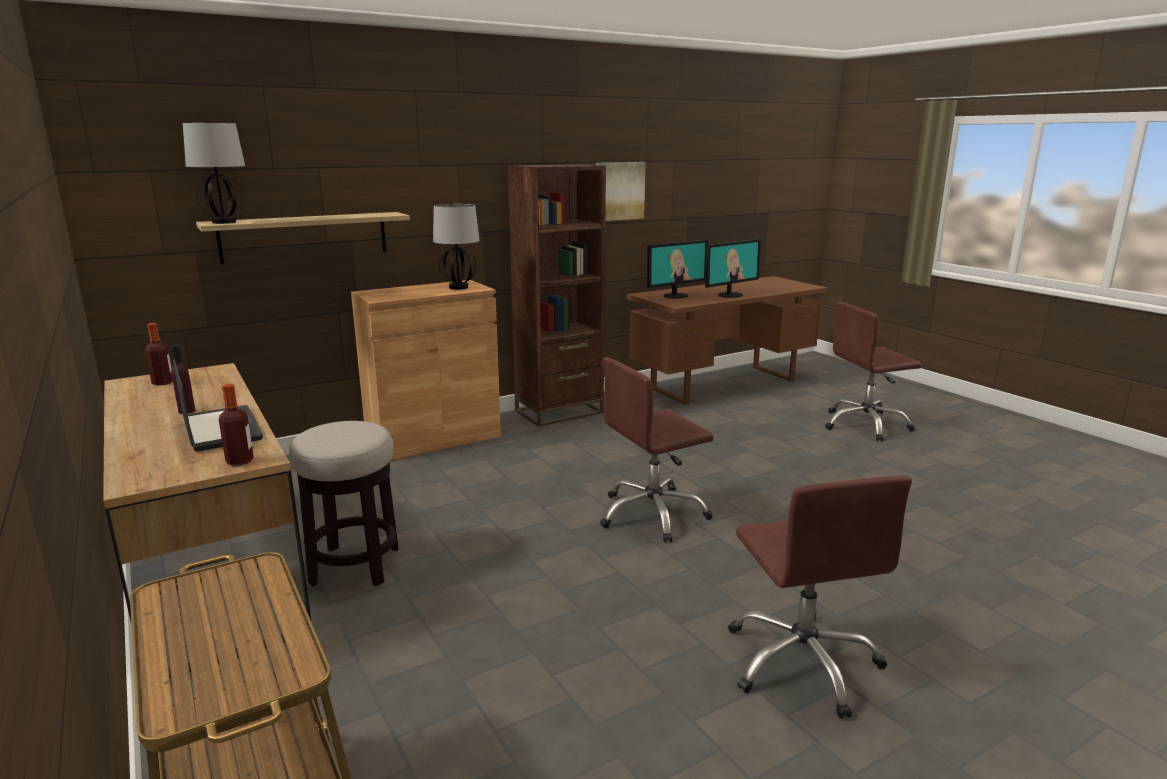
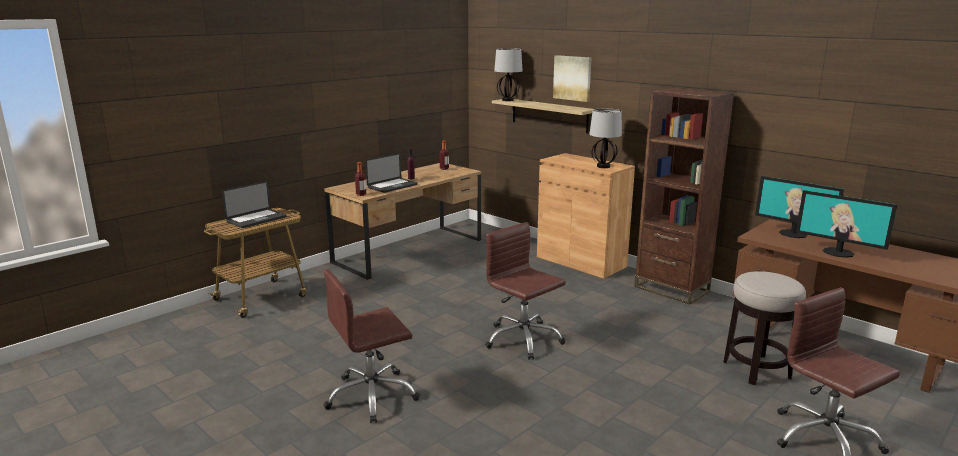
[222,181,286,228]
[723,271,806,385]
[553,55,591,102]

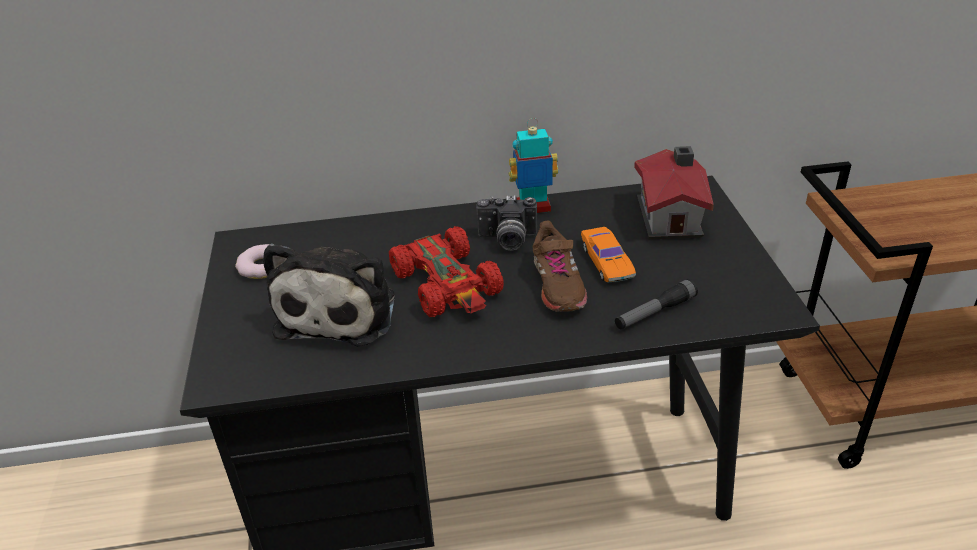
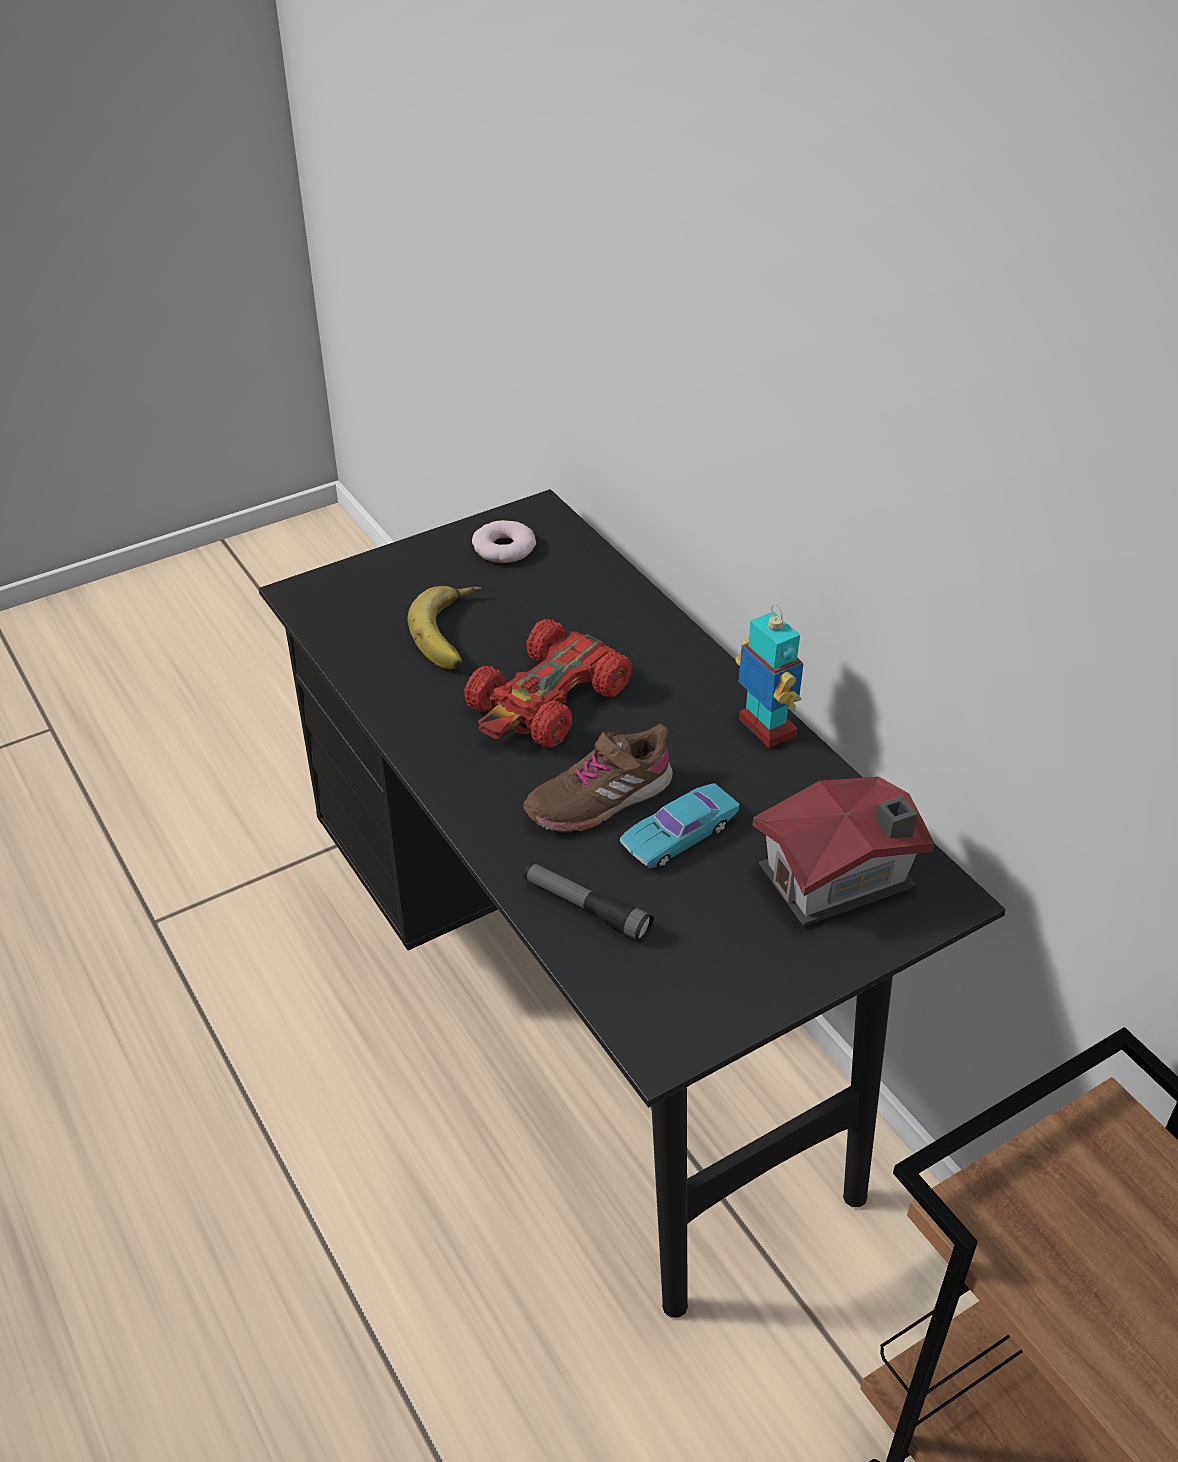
[476,195,537,251] (first image)
[408,586,482,669]
[620,783,740,868]

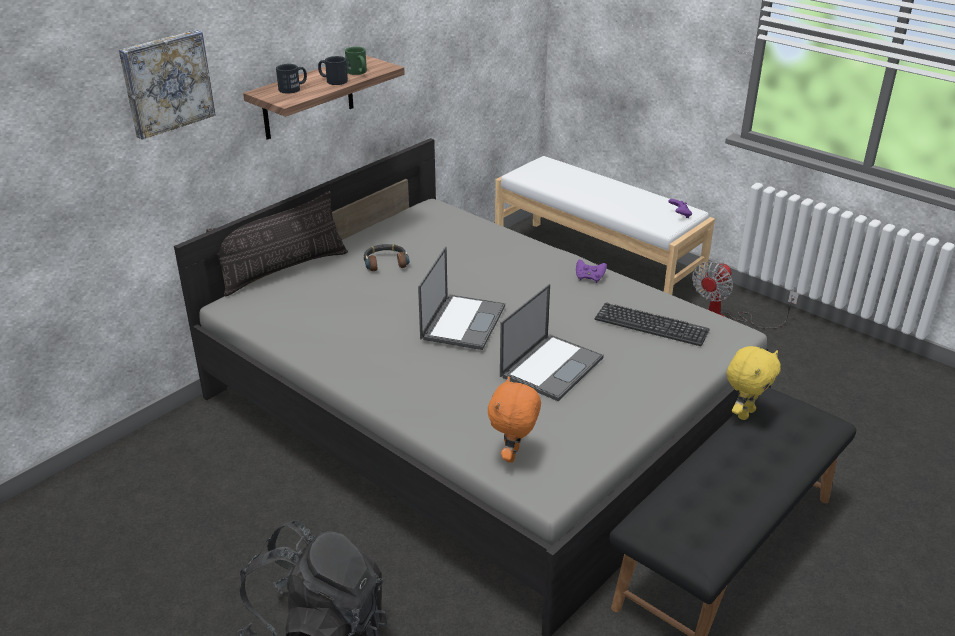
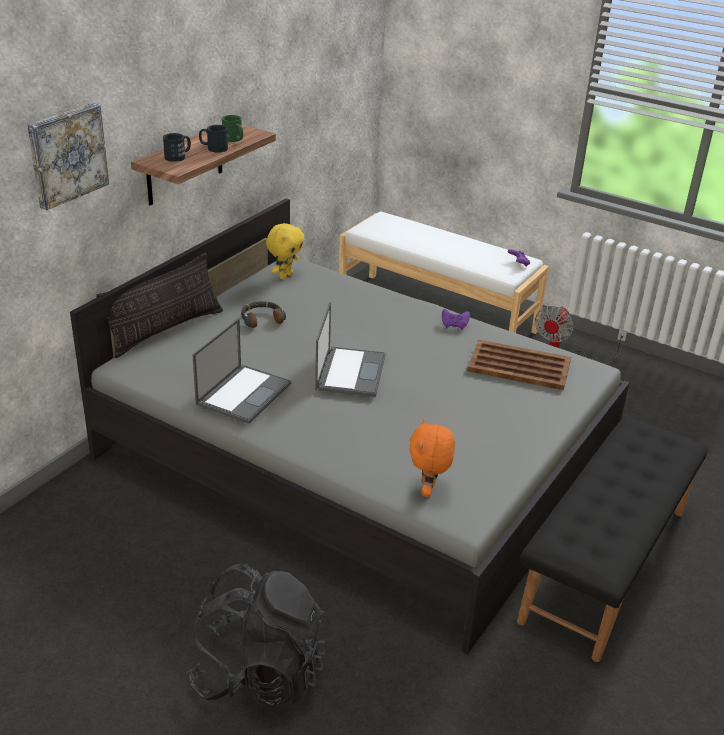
[192,318,291,424]
[266,223,305,280]
[467,340,571,390]

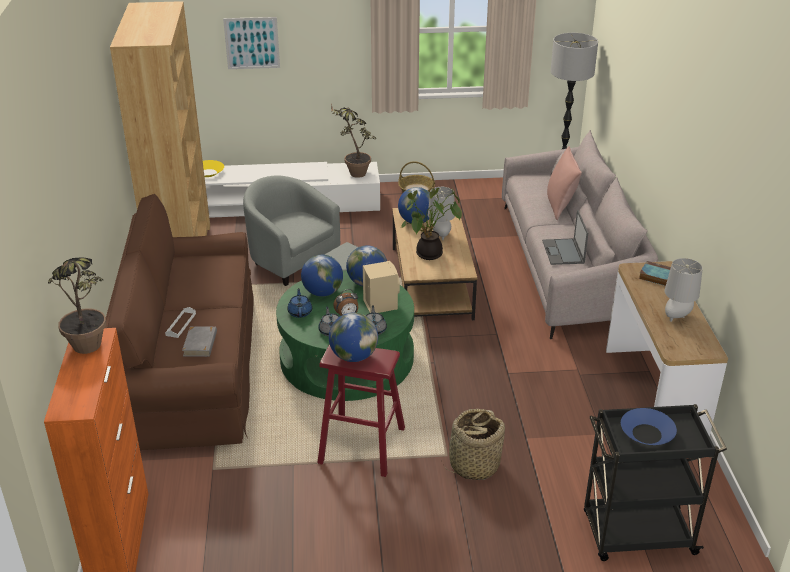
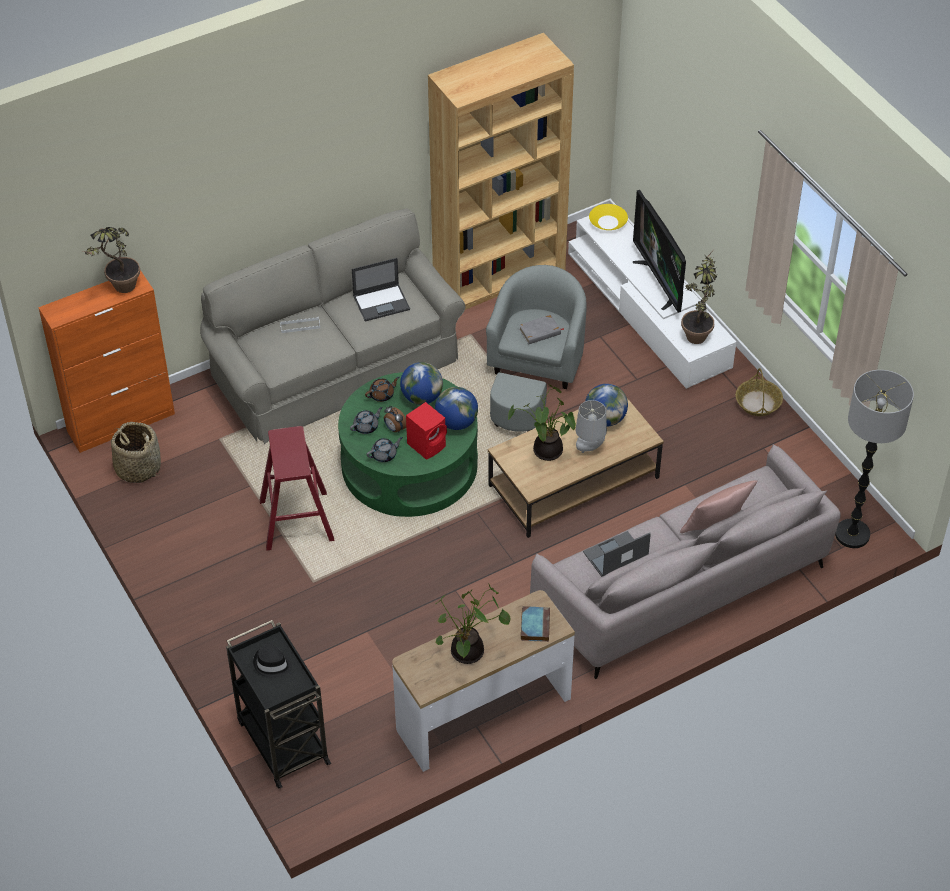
[223,17,280,69] (first image)
[329,313,378,362] (first image)
[352,258,410,321]
[633,190,686,312]
[519,315,564,345]
[110,422,161,483]
[253,644,292,678]
[435,583,511,664]
[200,208,465,444]
[365,377,399,402]
[406,402,447,460]

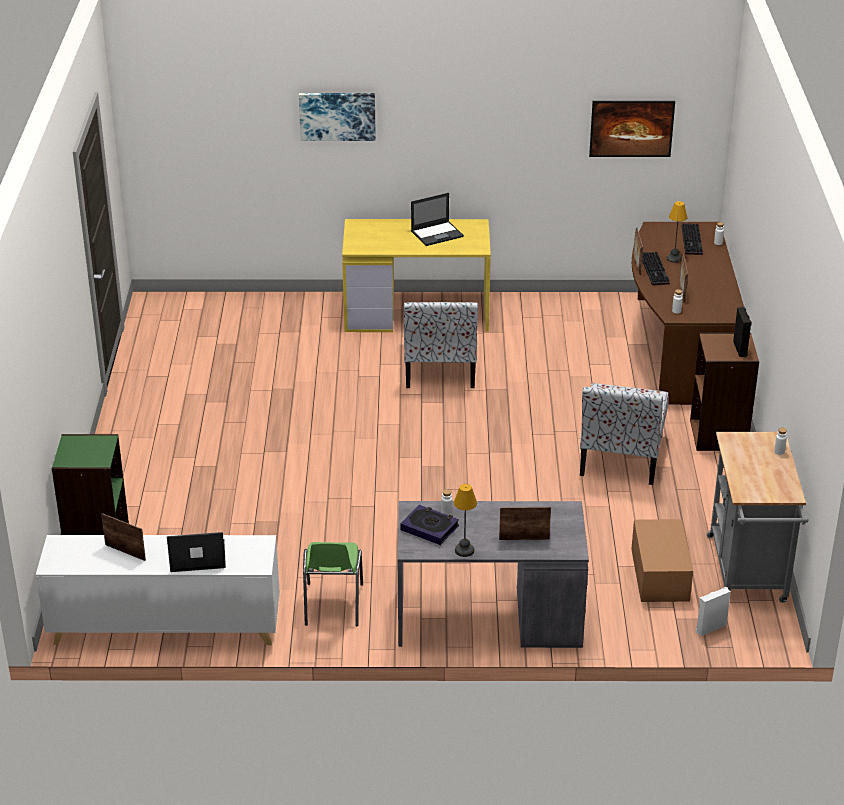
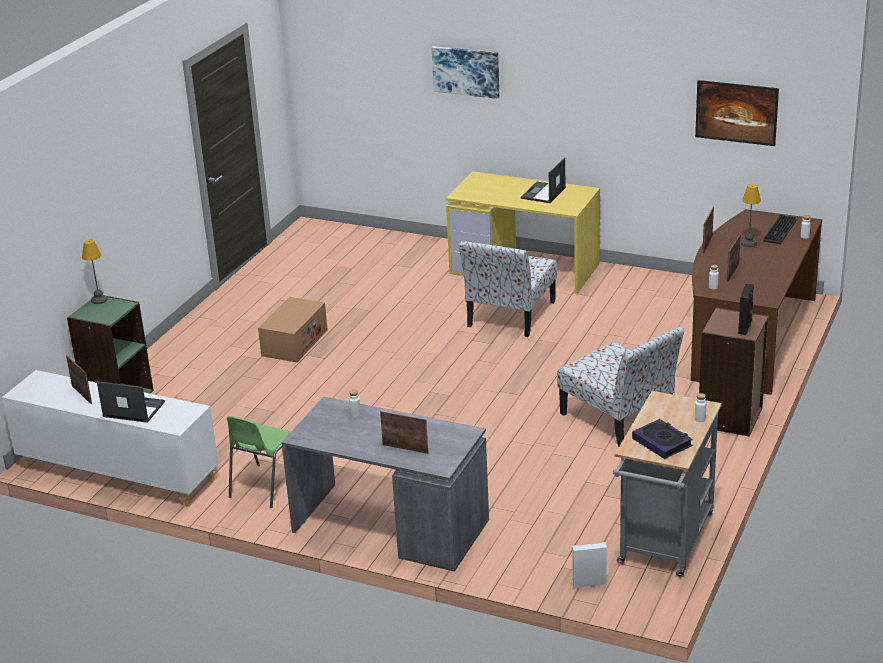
[642,252,670,285] (first image)
[632,419,693,459]
[82,240,108,304]
[258,297,328,362]
[521,157,566,203]
[557,327,684,446]

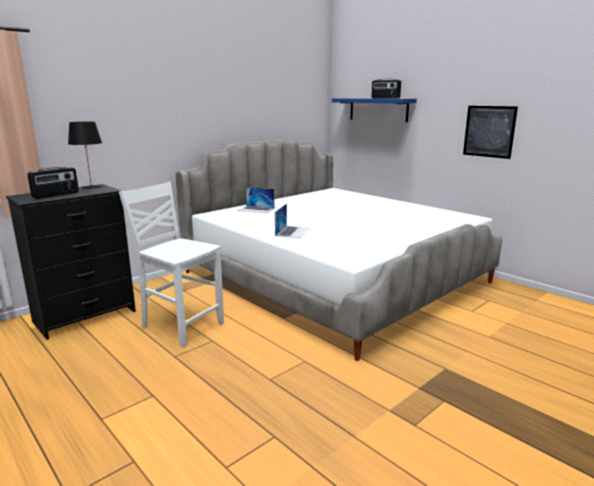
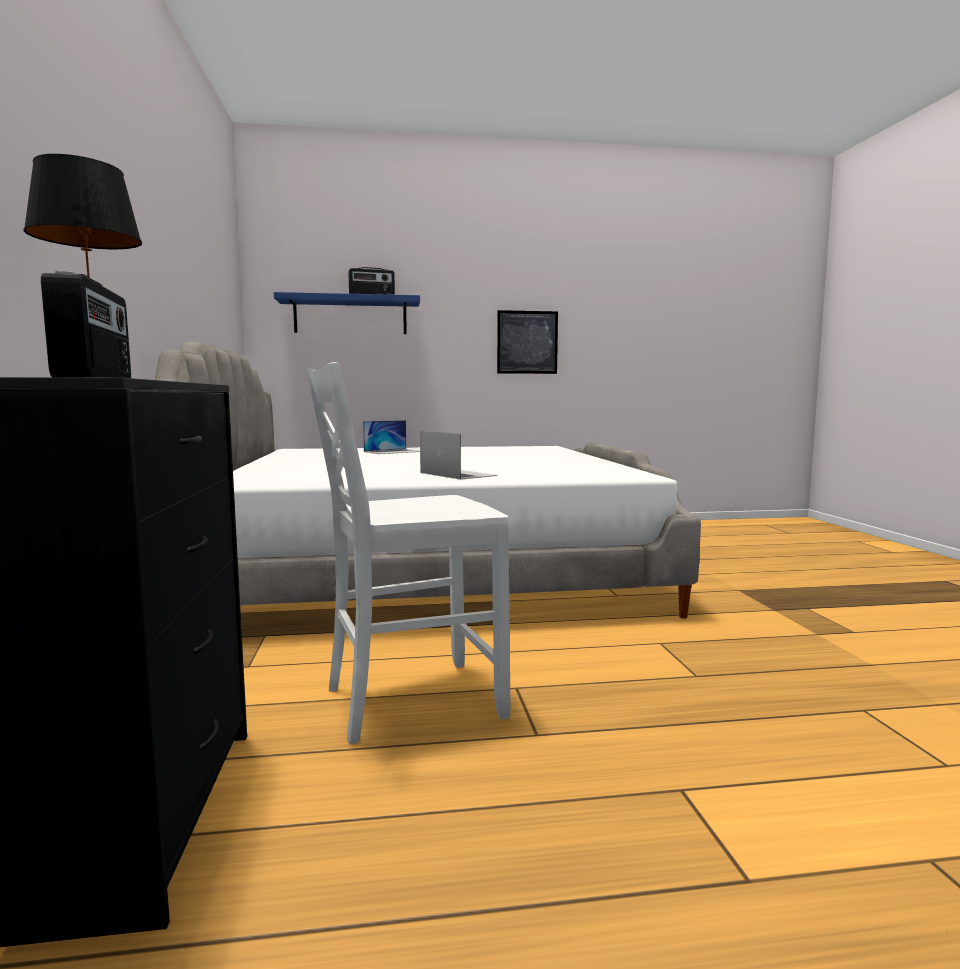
[363,420,420,454]

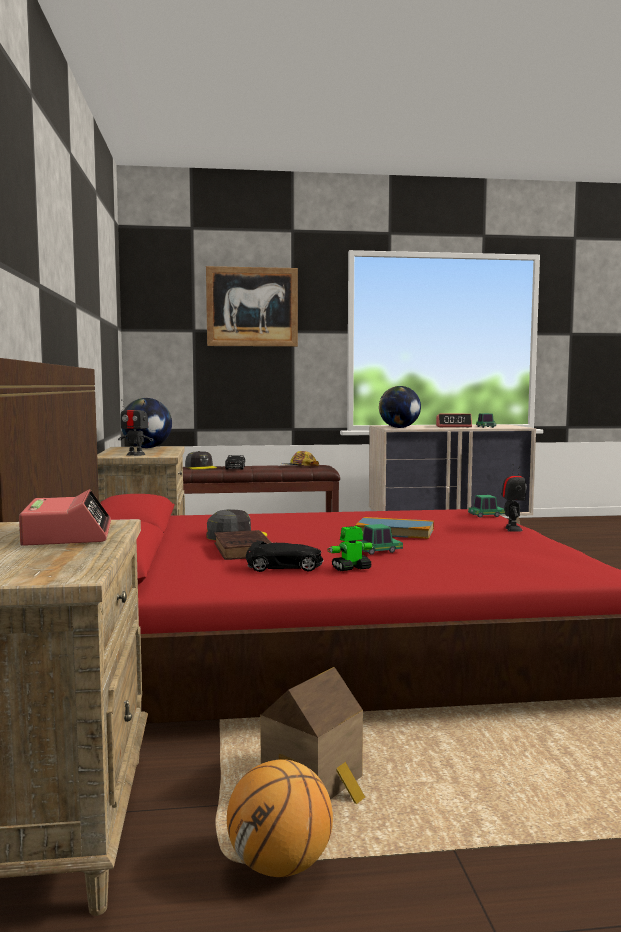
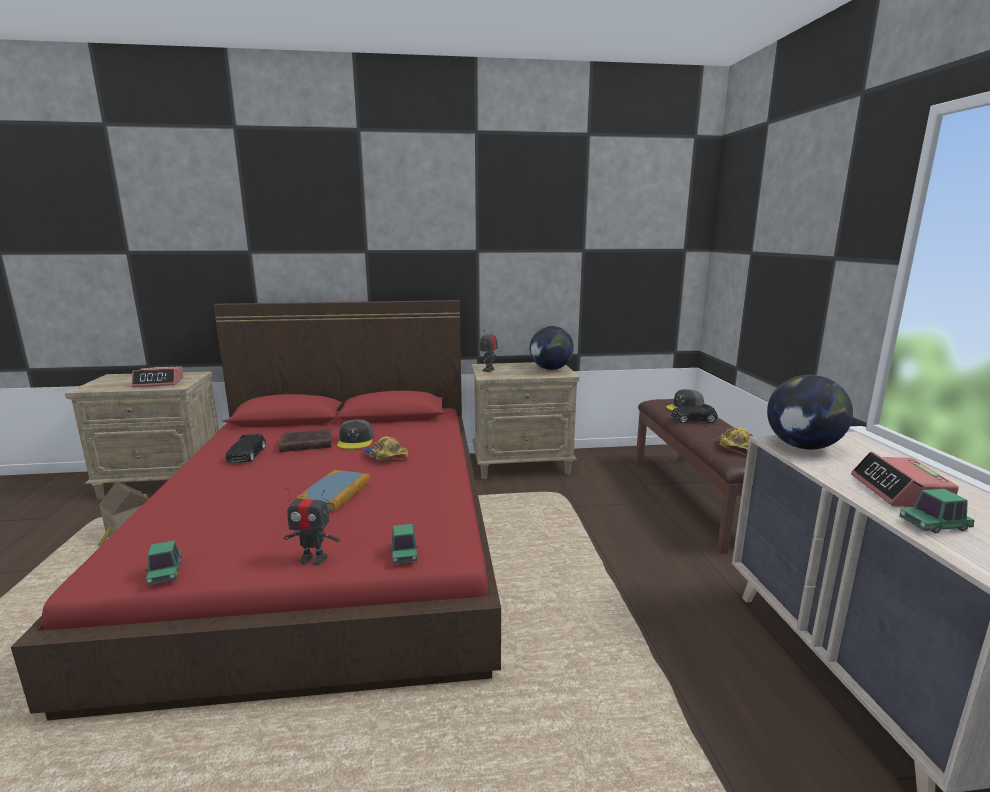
[206,266,298,347] (first image)
[227,759,333,877] (first image)
[327,526,374,571] (first image)
[363,436,408,461]
[145,540,182,585]

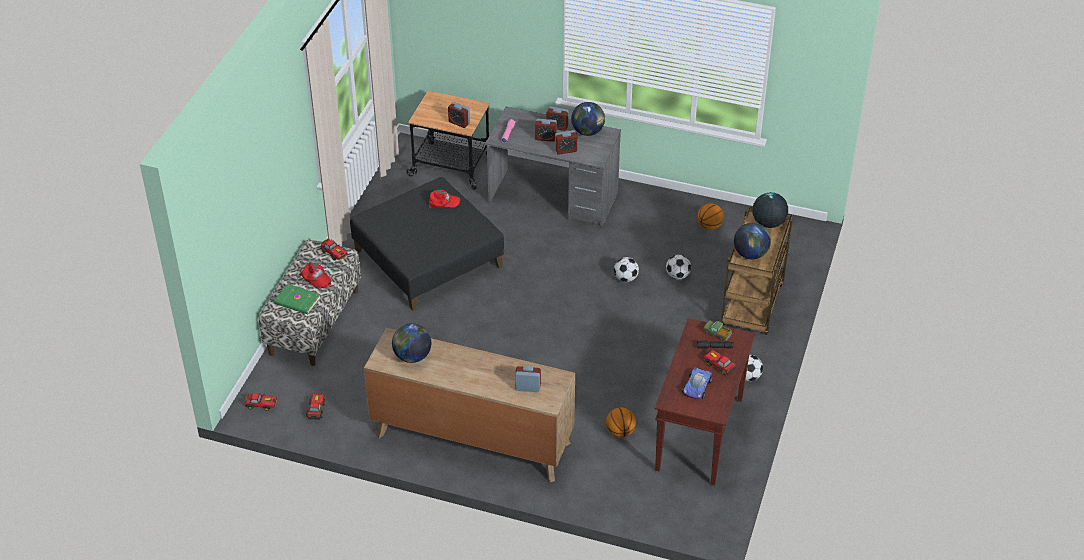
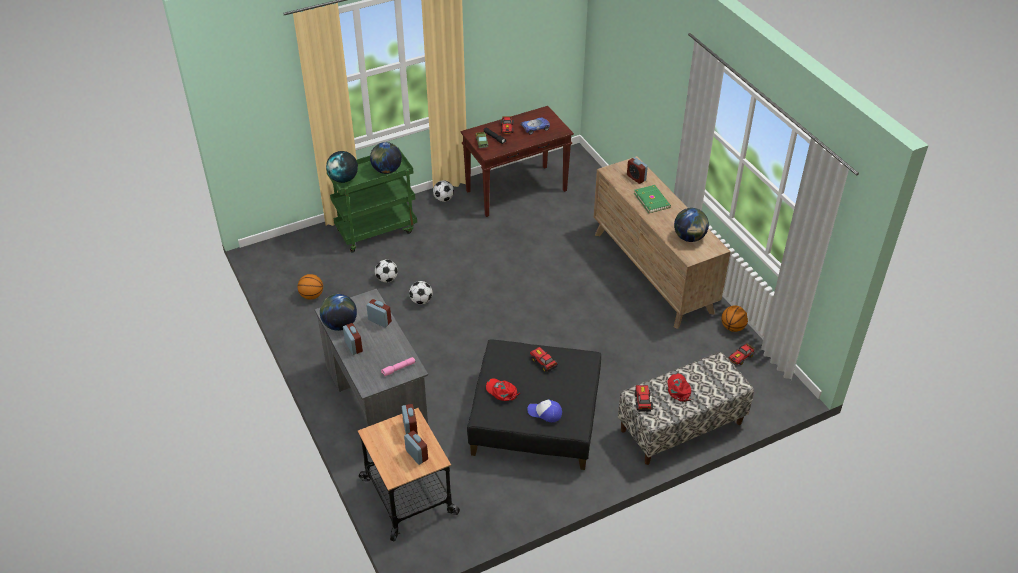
[528,400,562,422]
[530,347,558,372]
[634,185,671,213]
[404,430,428,465]
[721,306,748,332]
[326,148,417,253]

